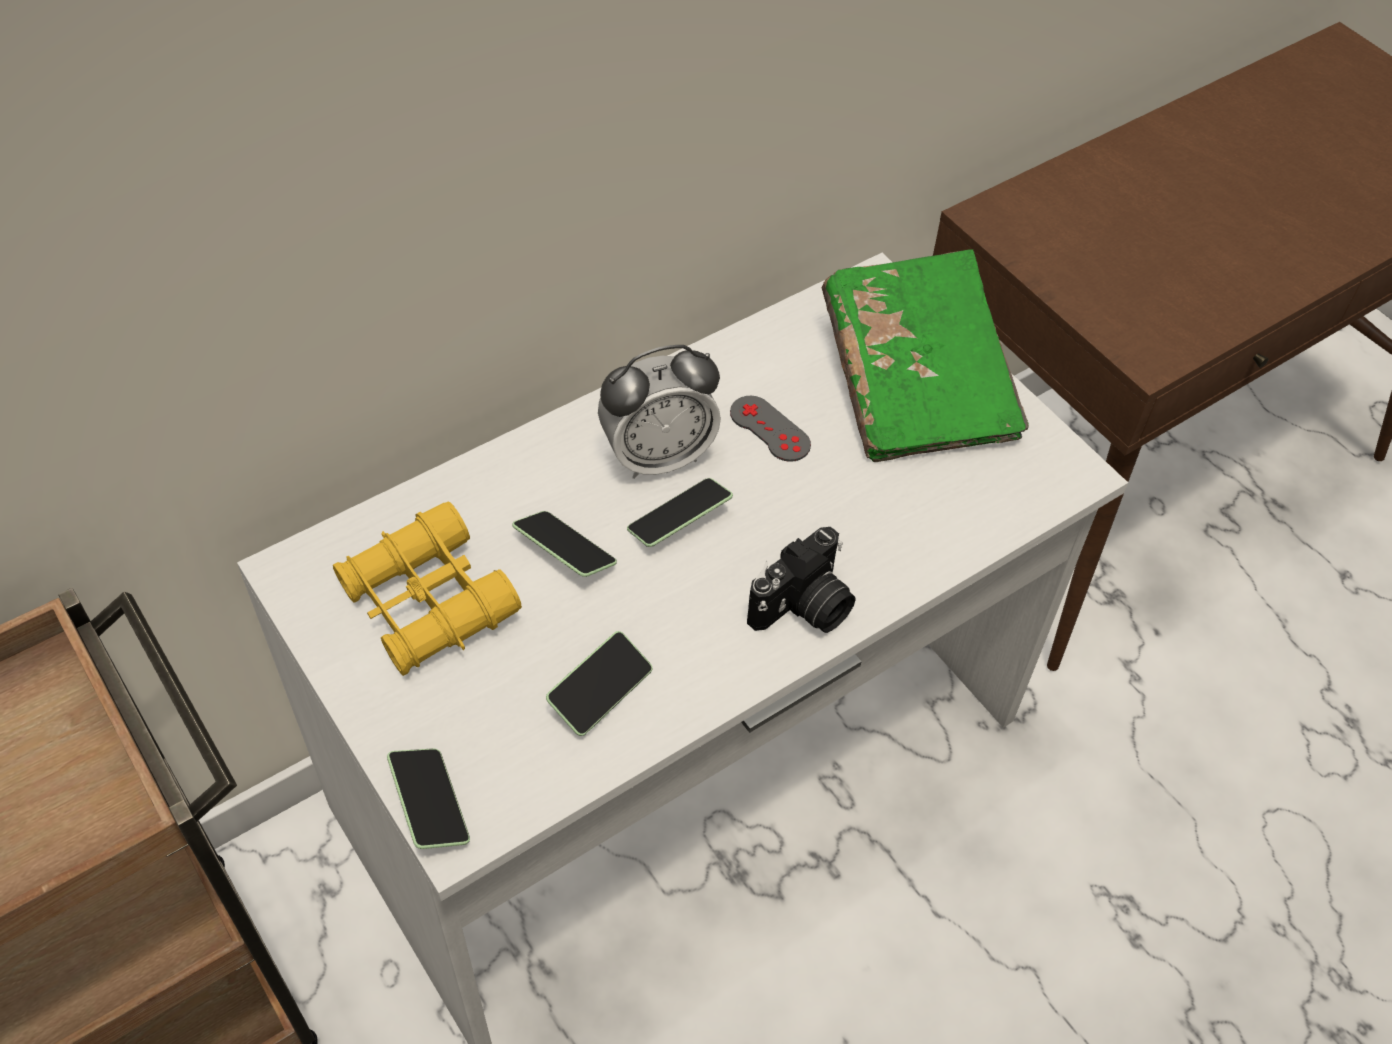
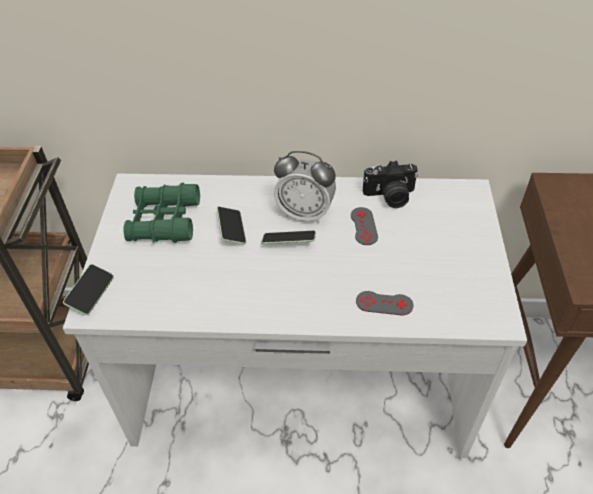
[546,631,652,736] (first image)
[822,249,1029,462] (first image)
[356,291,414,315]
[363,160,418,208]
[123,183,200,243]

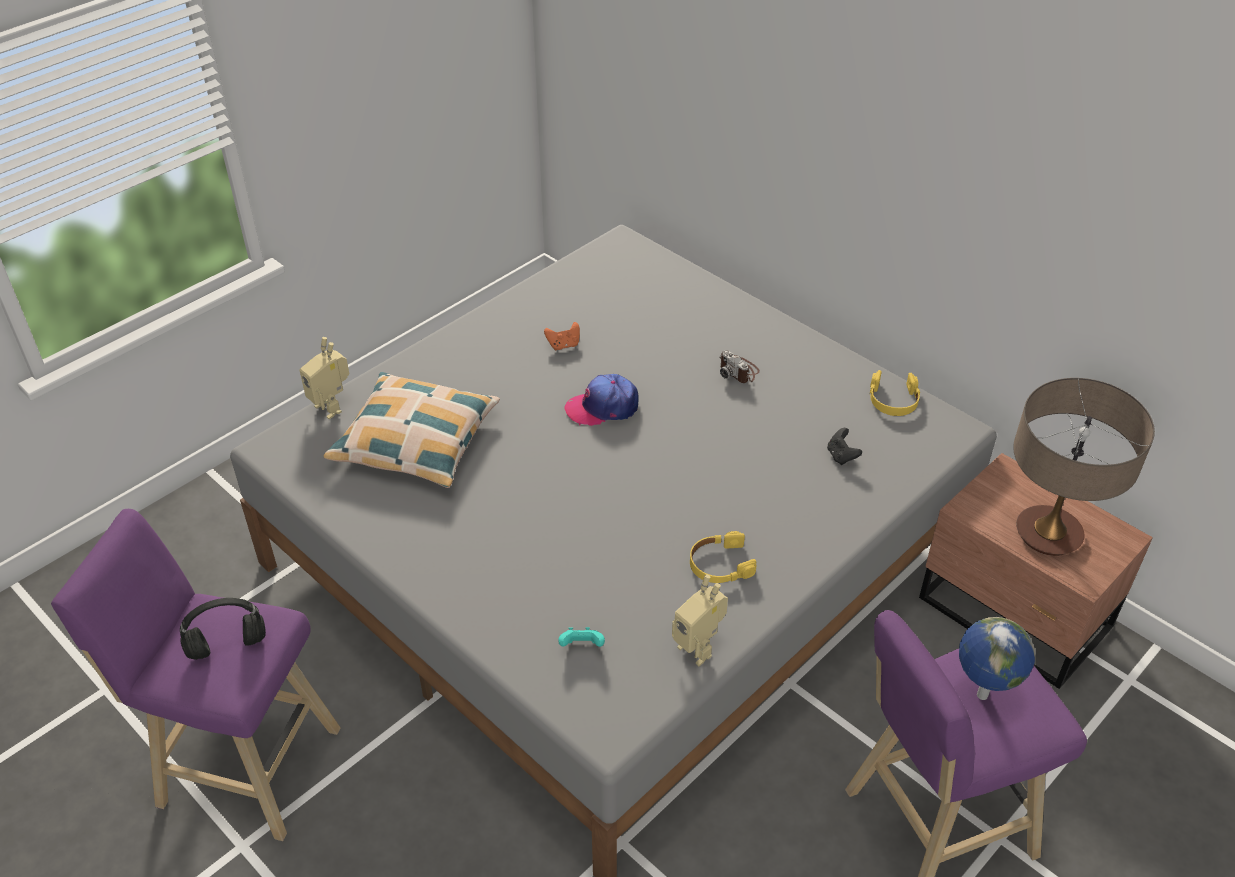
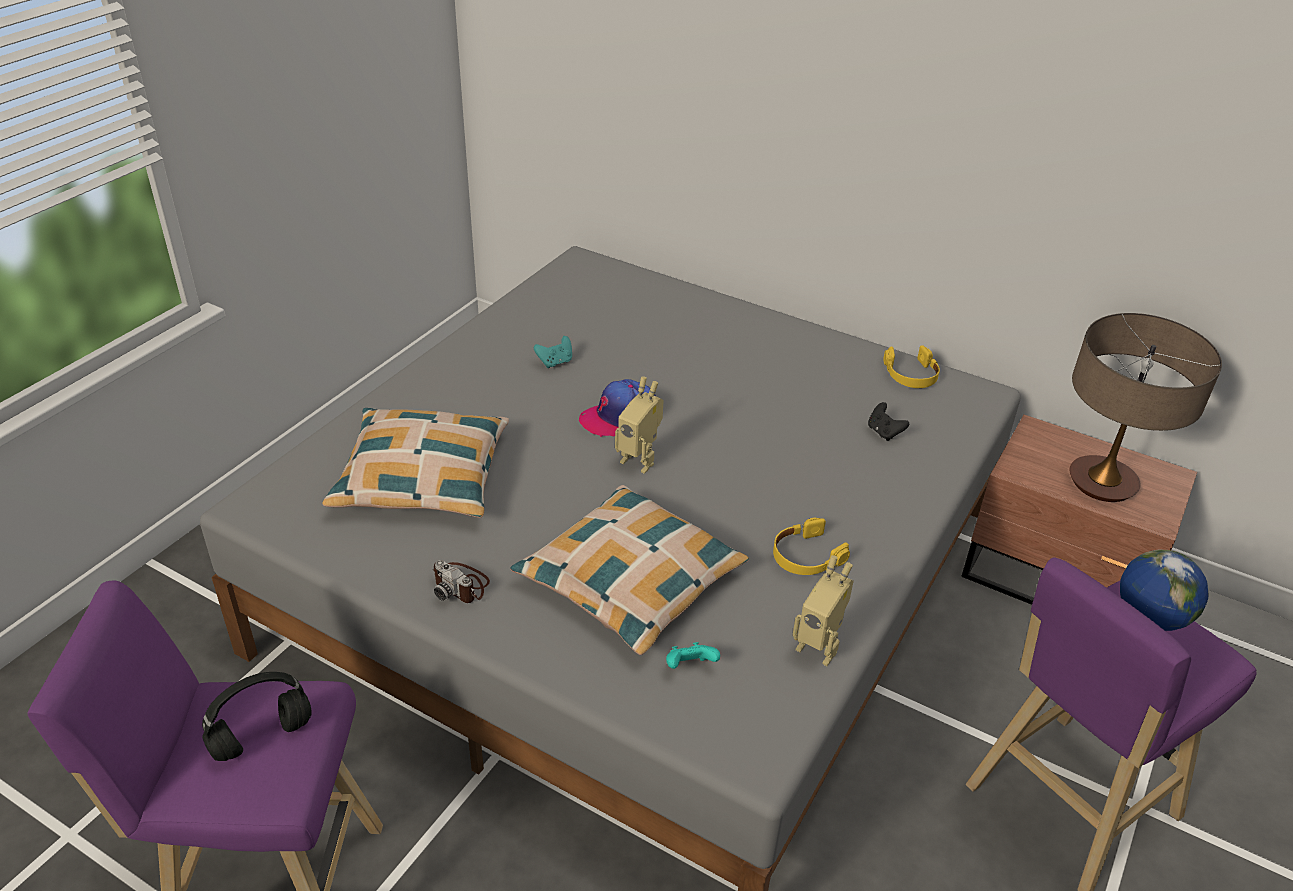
[510,485,749,655]
[615,376,664,474]
[433,560,490,603]
[534,336,572,368]

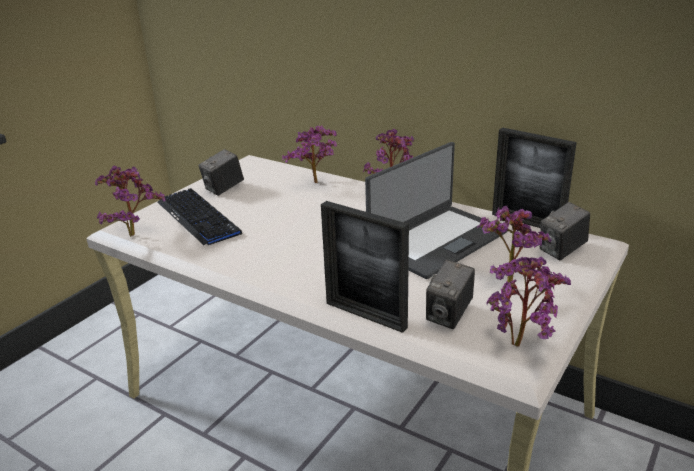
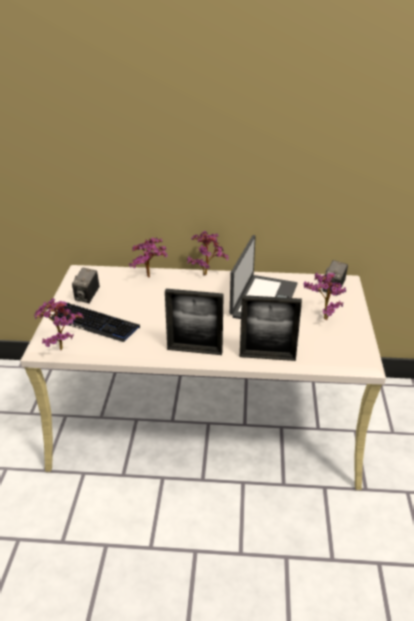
[426,259,475,329] (first image)
[486,257,571,346] (first image)
[165,289,224,355]

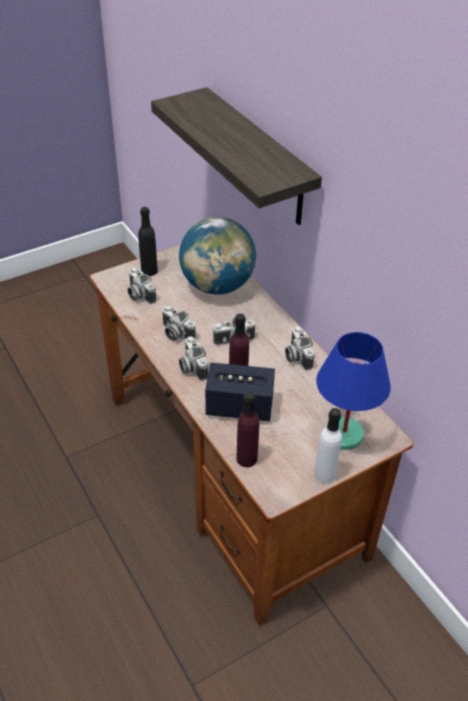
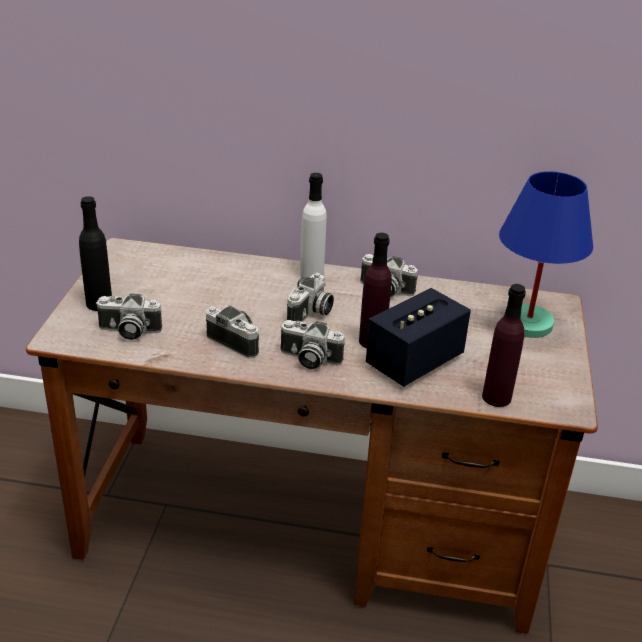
[151,87,322,225] (first image)
[179,217,256,295] (first image)
[300,173,327,277]
[206,306,259,359]

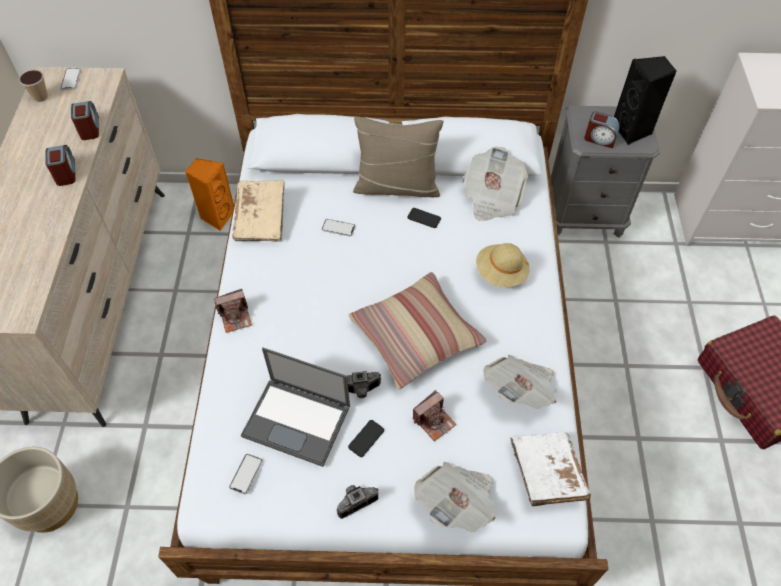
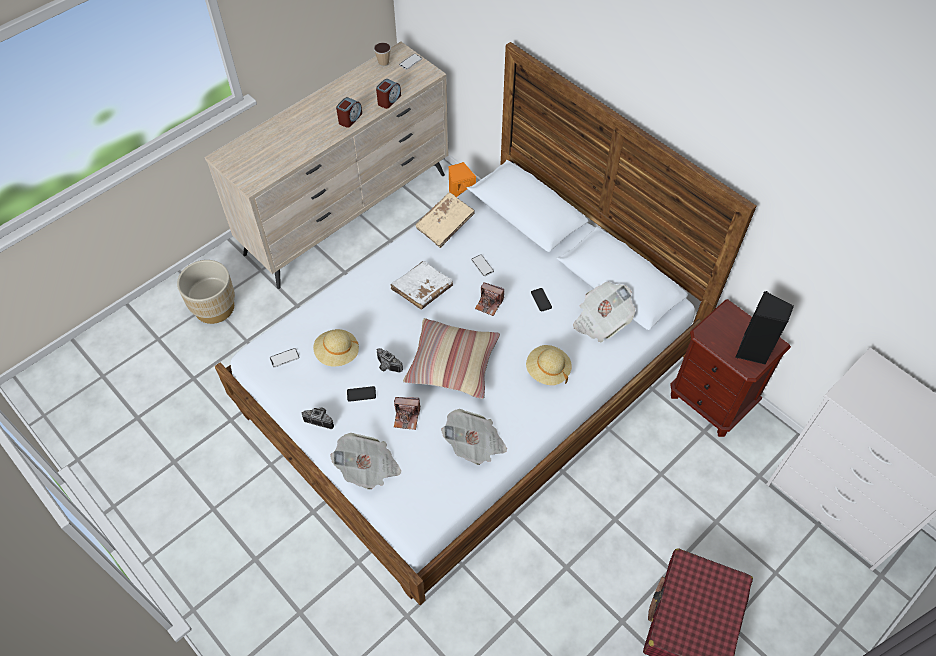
[353,116,443,197] (first image)
[584,112,620,148] (first image)
[475,283,504,316]
[390,261,453,309]
[313,329,359,367]
[670,299,791,437]

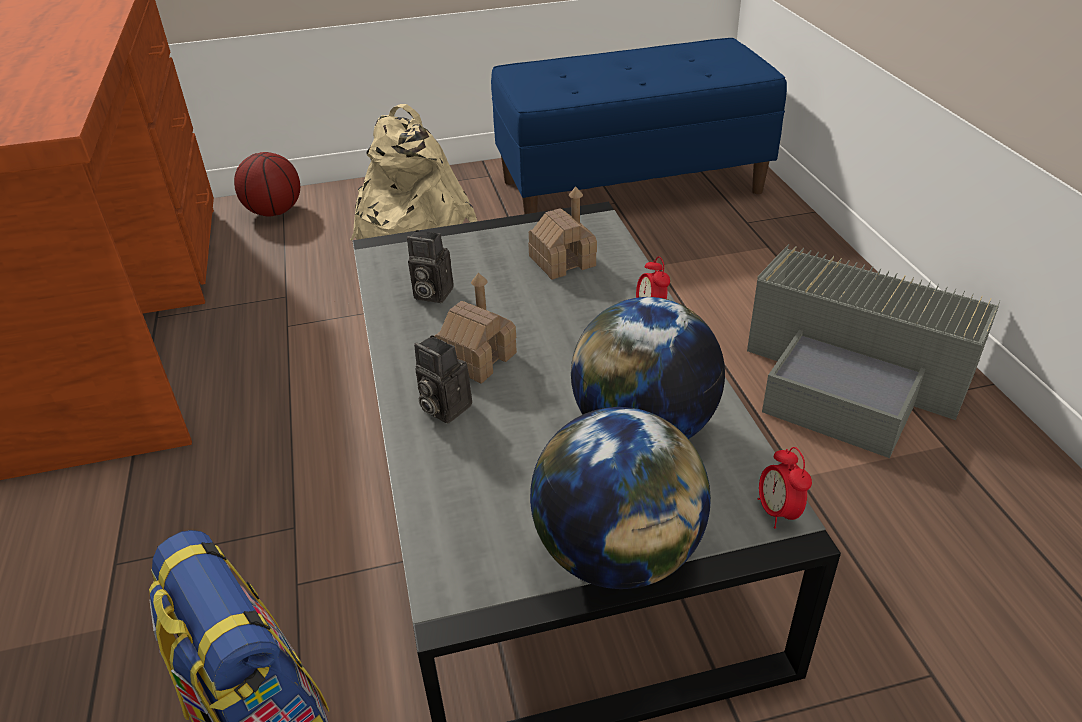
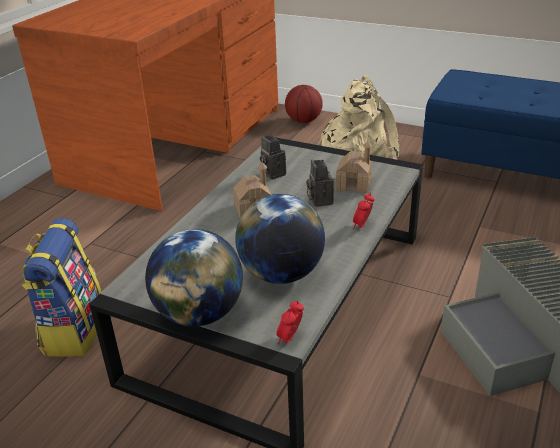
[306,159,334,207]

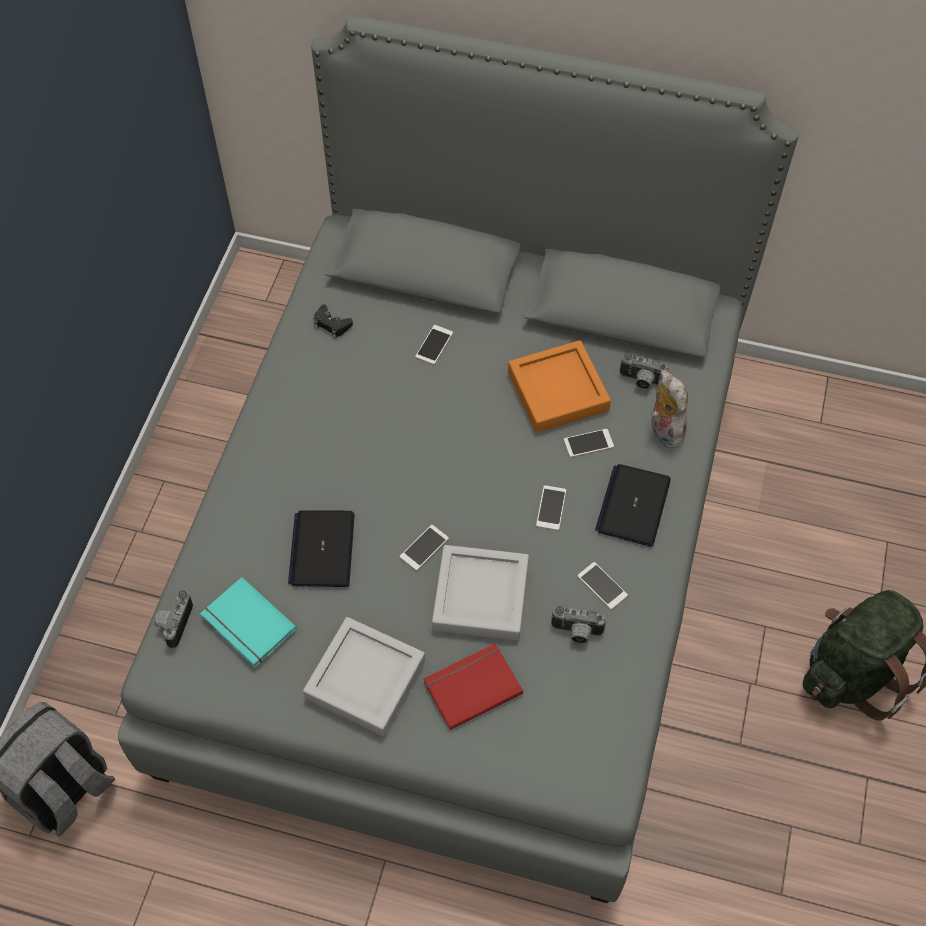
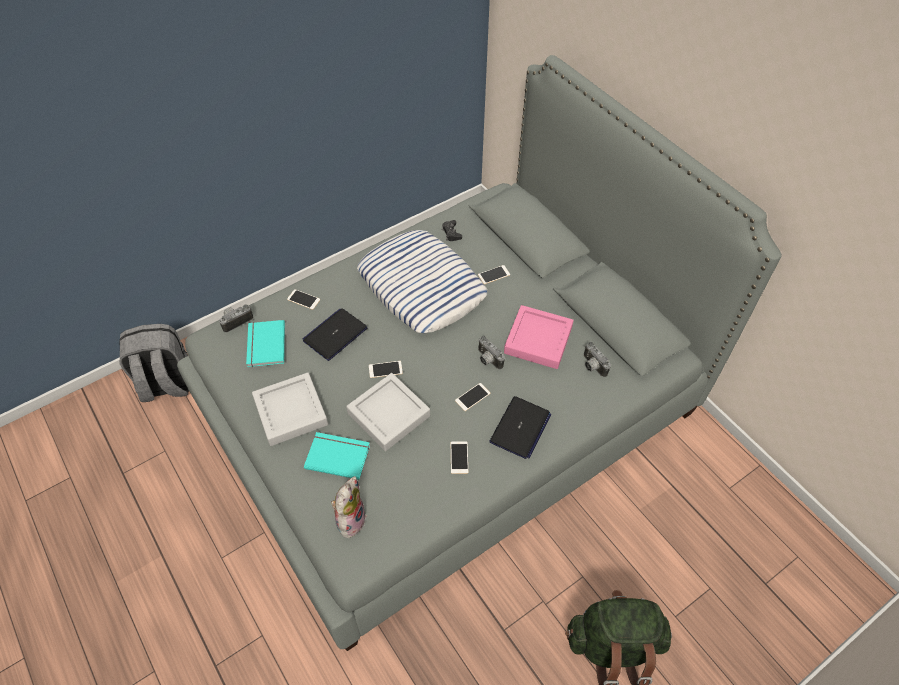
[357,230,487,333]
[478,336,505,369]
[287,289,320,310]
[329,476,367,538]
[304,432,370,480]
[504,305,573,369]
[489,396,551,459]

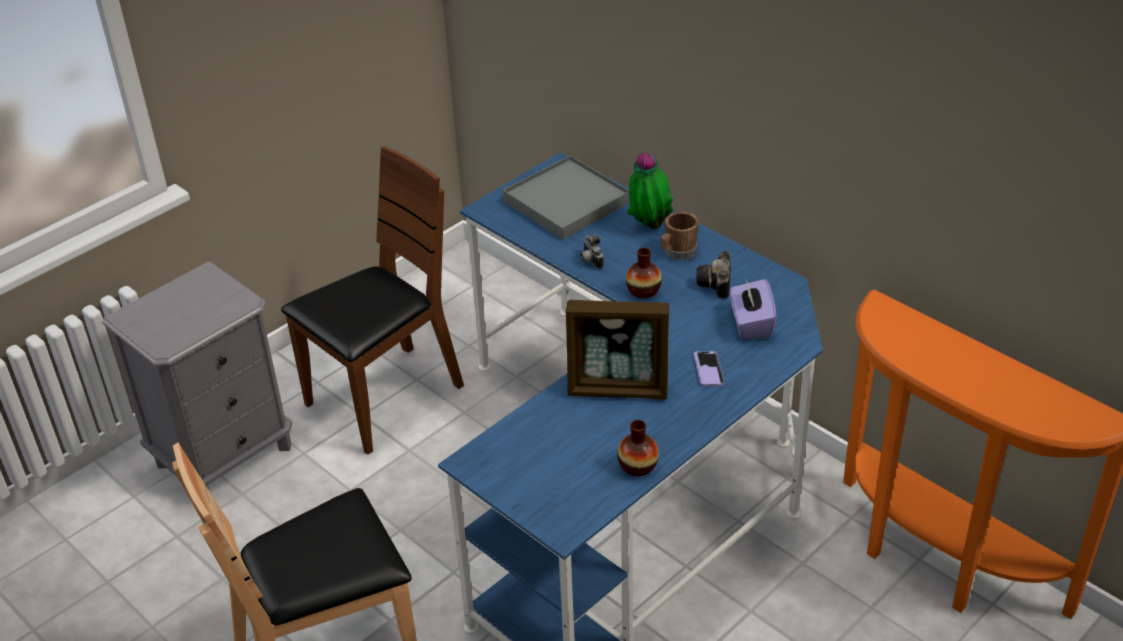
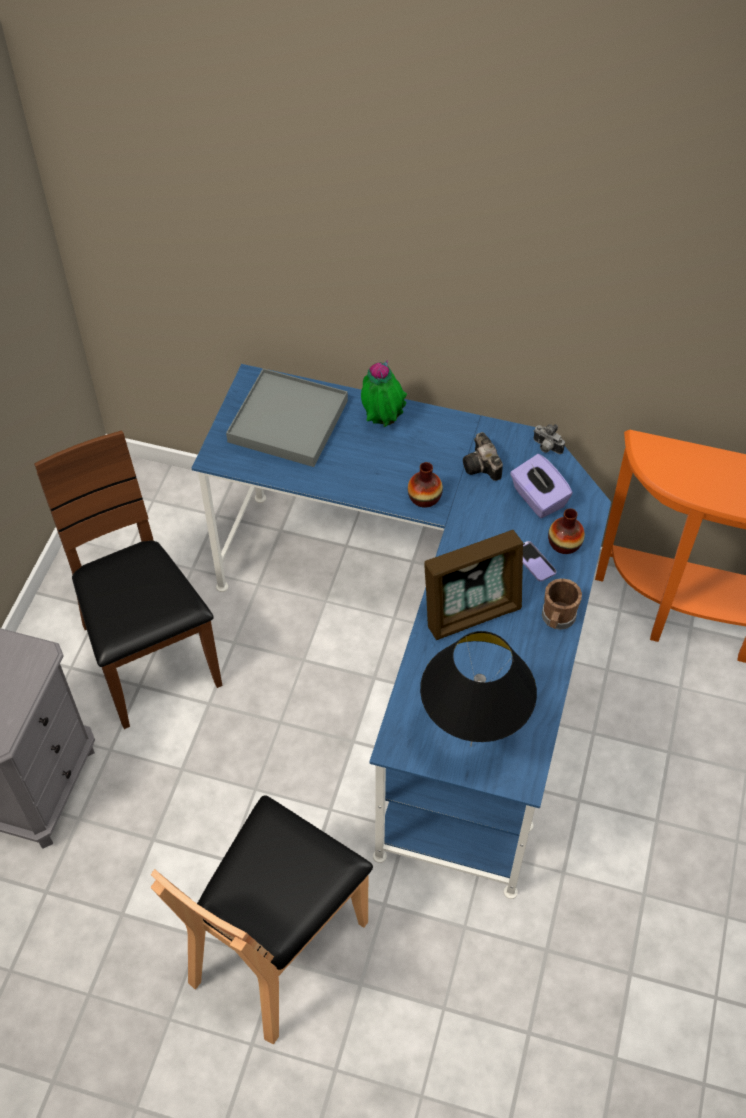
[420,631,537,747]
[533,424,565,454]
[548,508,585,554]
[542,578,582,630]
[34,430,222,729]

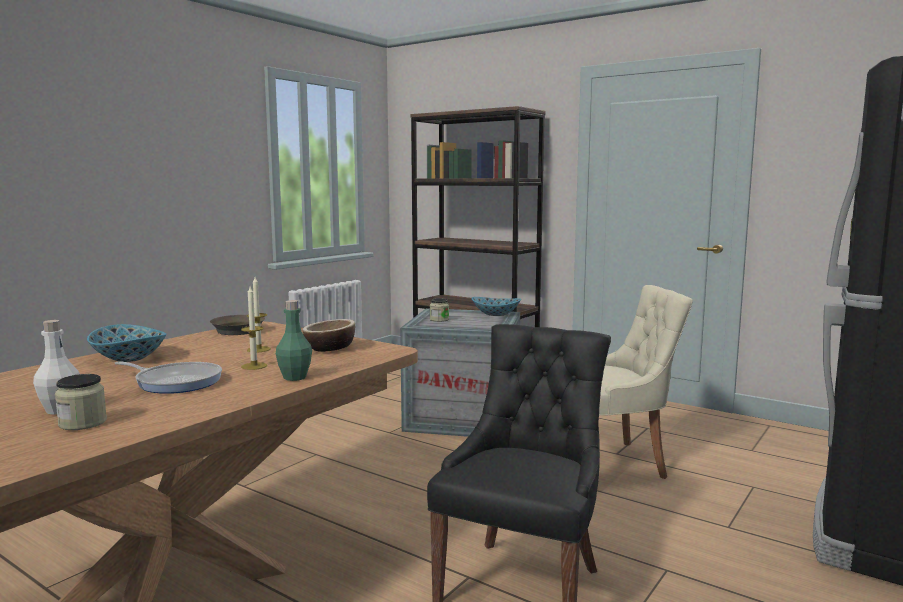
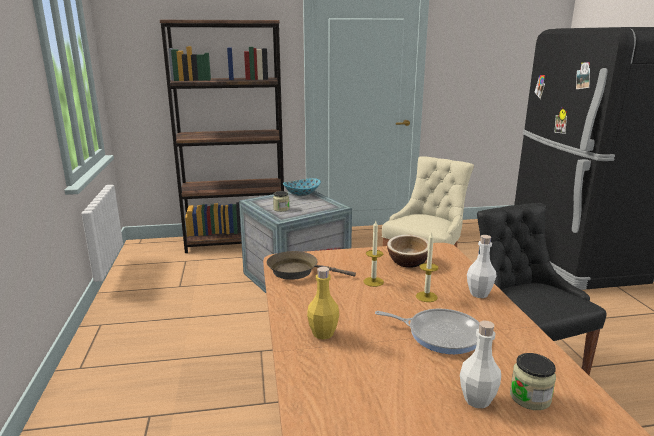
[307,267,339,340]
[467,235,496,298]
[375,309,479,354]

